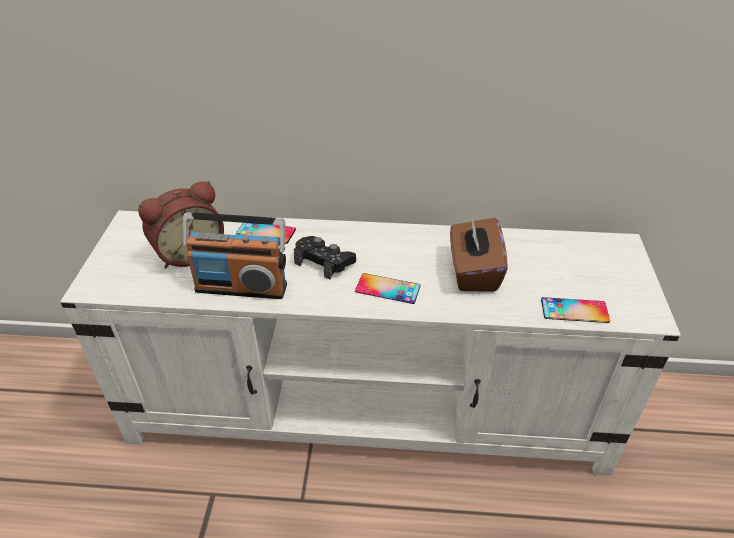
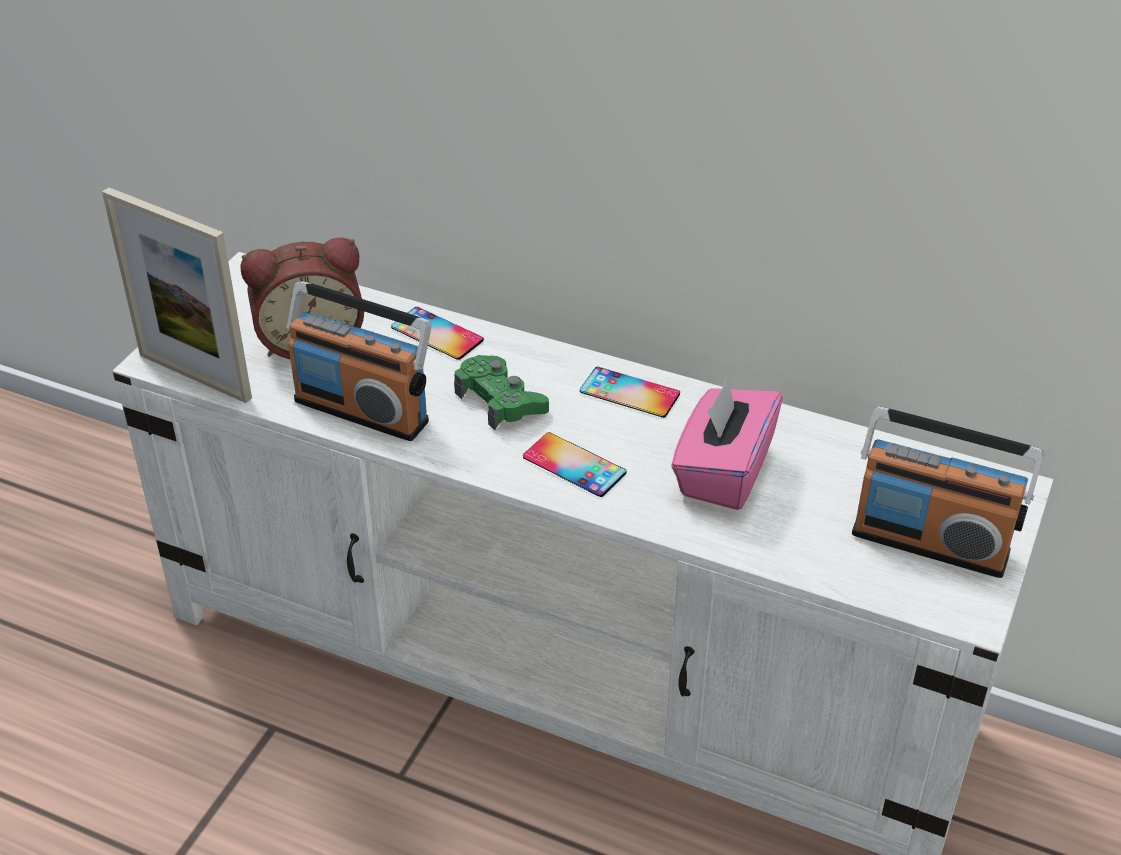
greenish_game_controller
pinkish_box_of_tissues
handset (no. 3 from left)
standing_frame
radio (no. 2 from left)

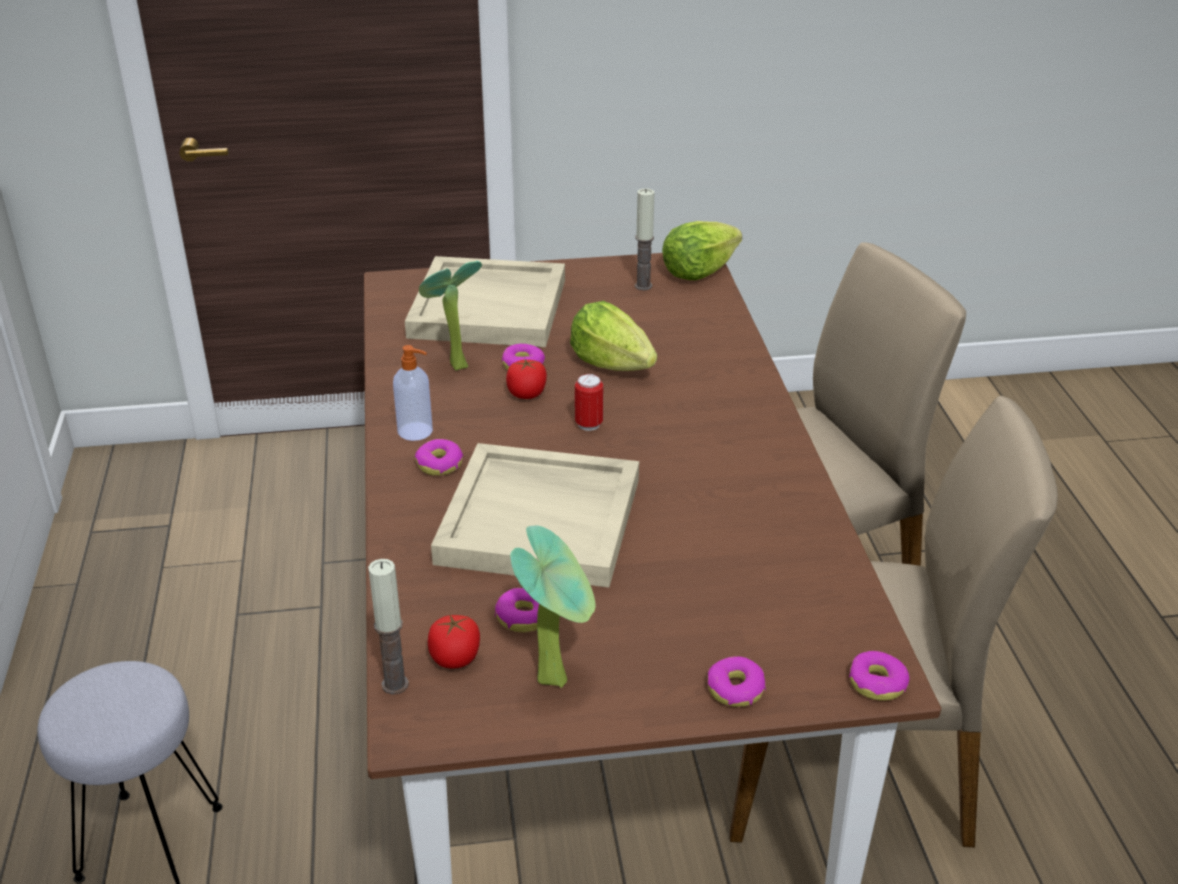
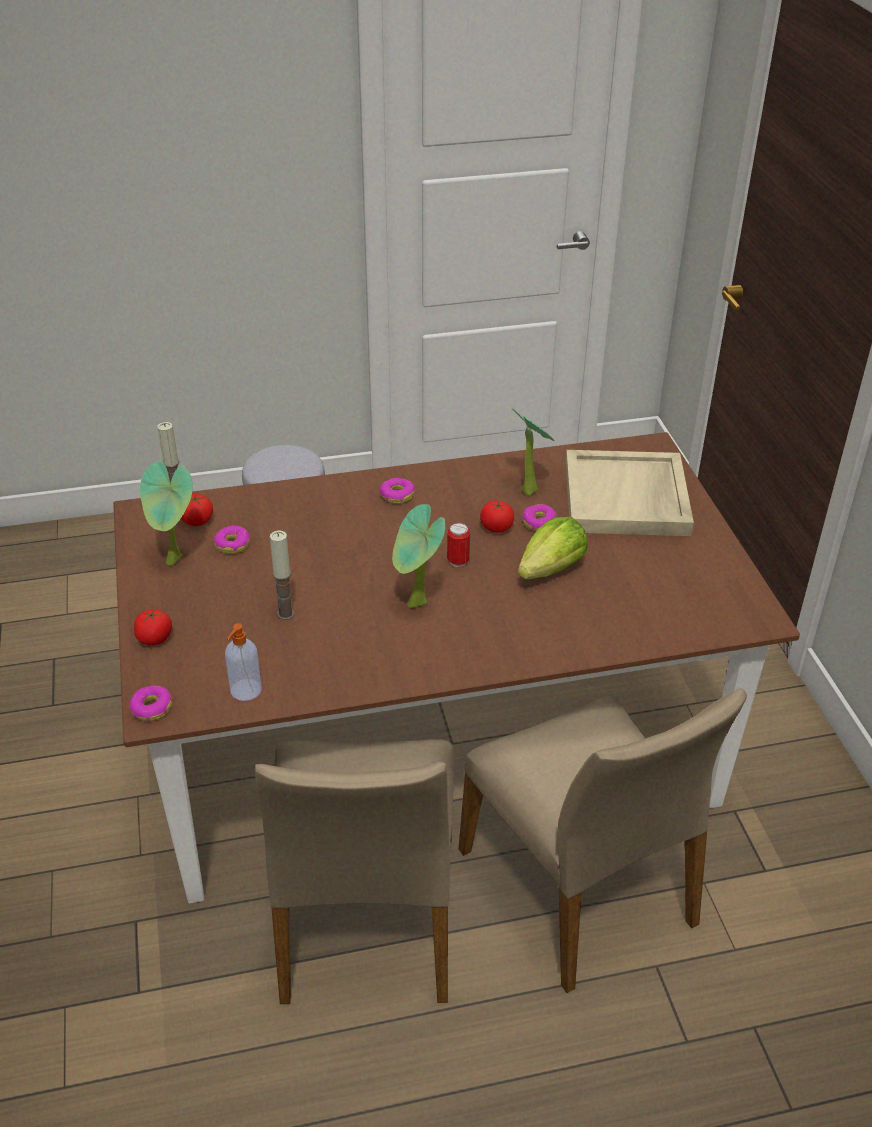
liquid_soap_bottle
beige-coloured_carrying_tray (no. 2 from left in the first image)
wax_candle (no. 2 from left)
lettuce_head (no. 2 from left in the first image)
whole_tomato (no. 1 from left)
houseplant (no. 2 from left)

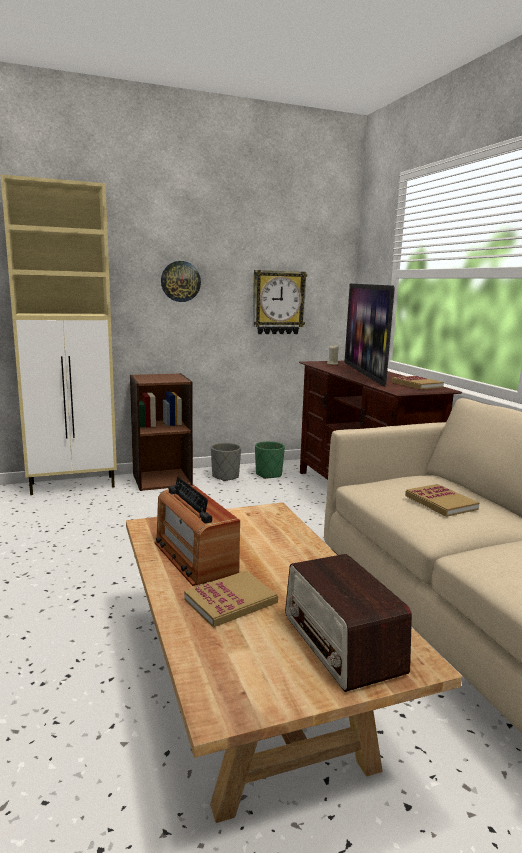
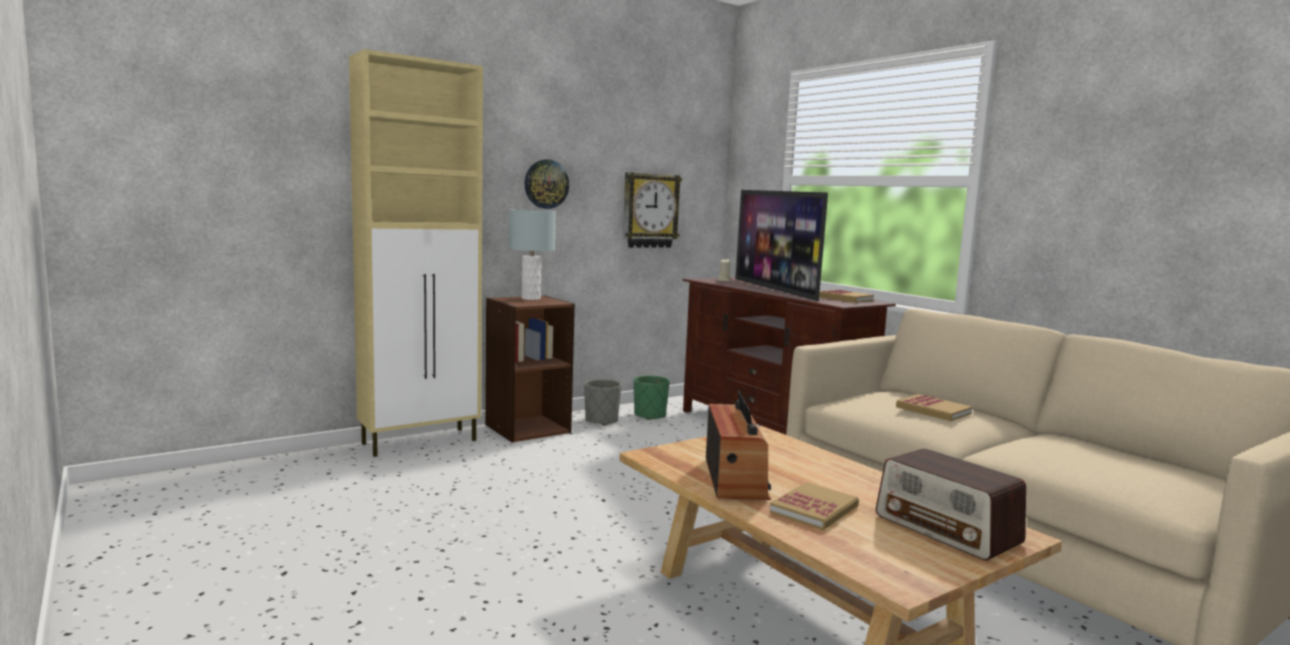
radio (no. 1 from left)
grey_table_lamp

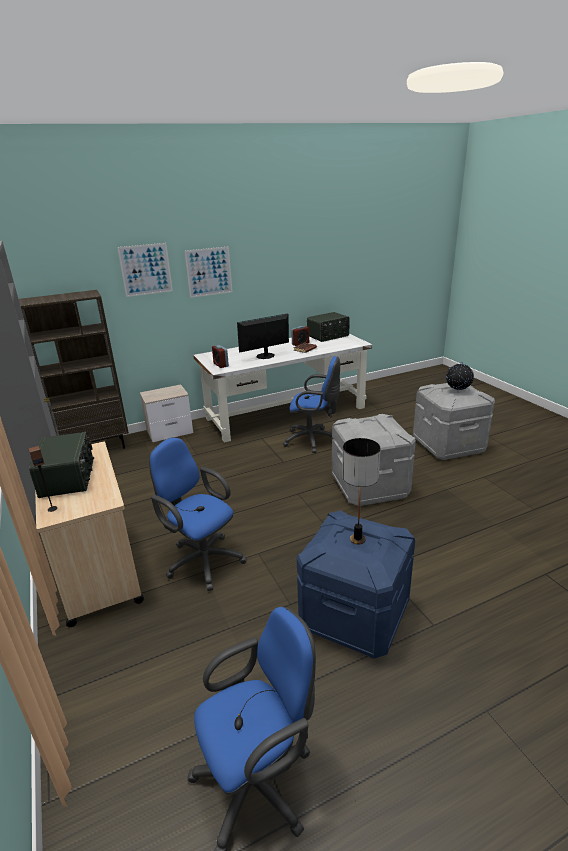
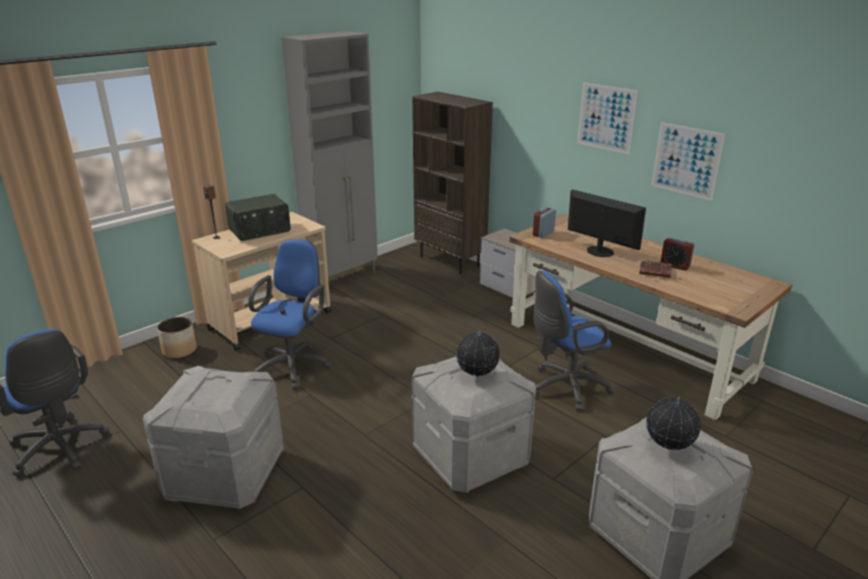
picture (no. 2 from left)
brown-coloured_desk
blue_desk_chair (no. 3 from left)
grey_storage_bin (no. 1 from left)
radio (no. 2 from left in the first image)
table_lamp
planter
globe (no. 1 from left)

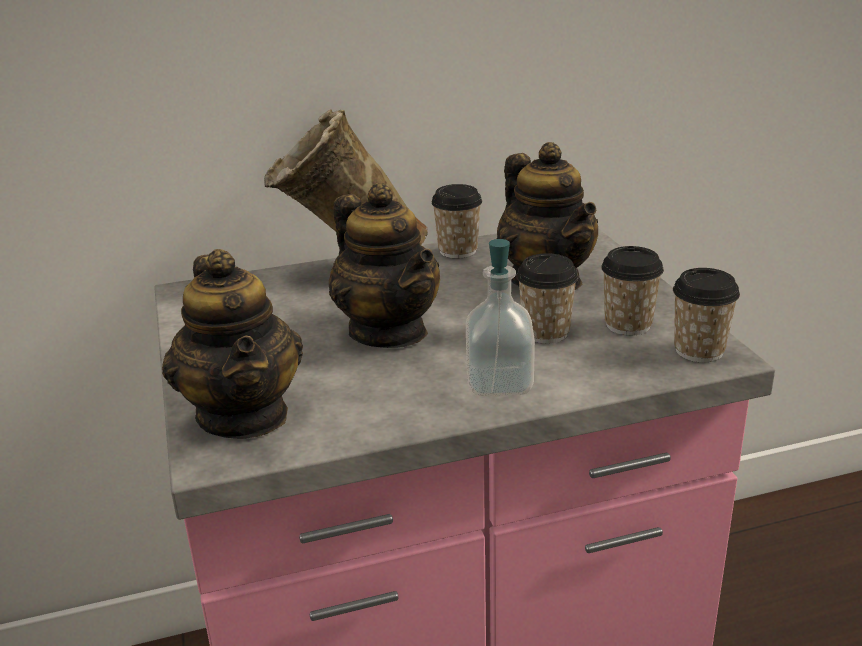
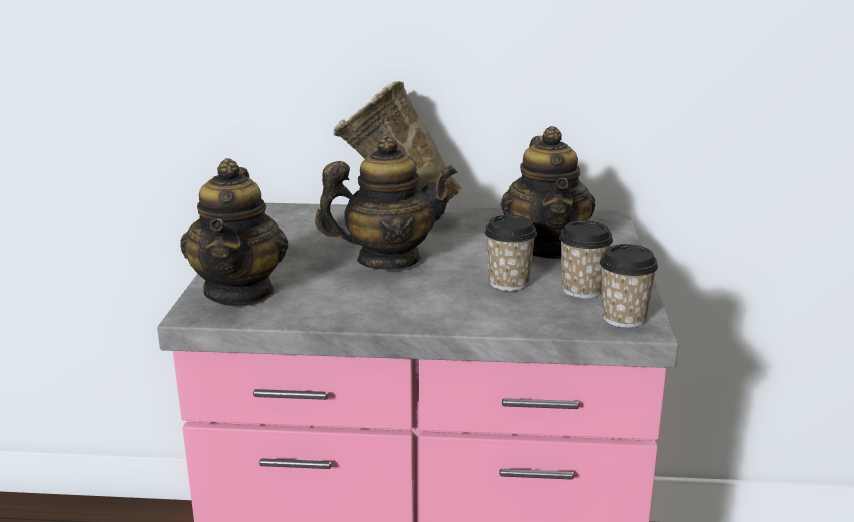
pot_for_tea (no. 2 from left)
drinking_cup (no. 1 from left in the first image)
liquid_soap_bottle

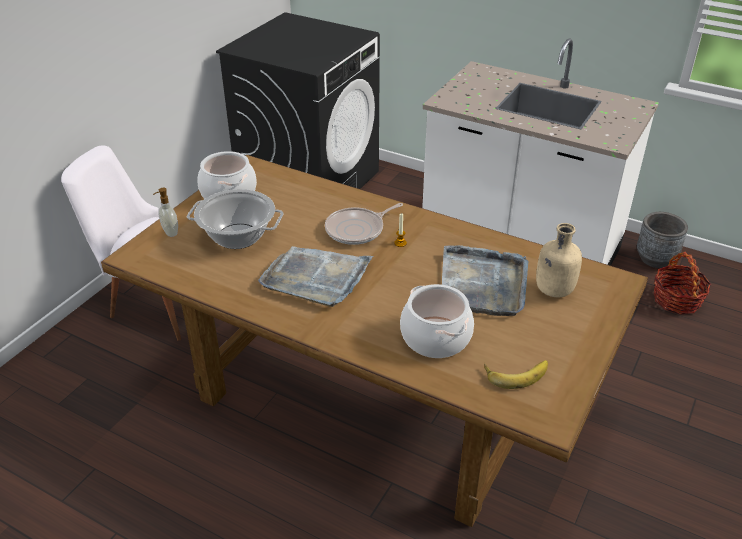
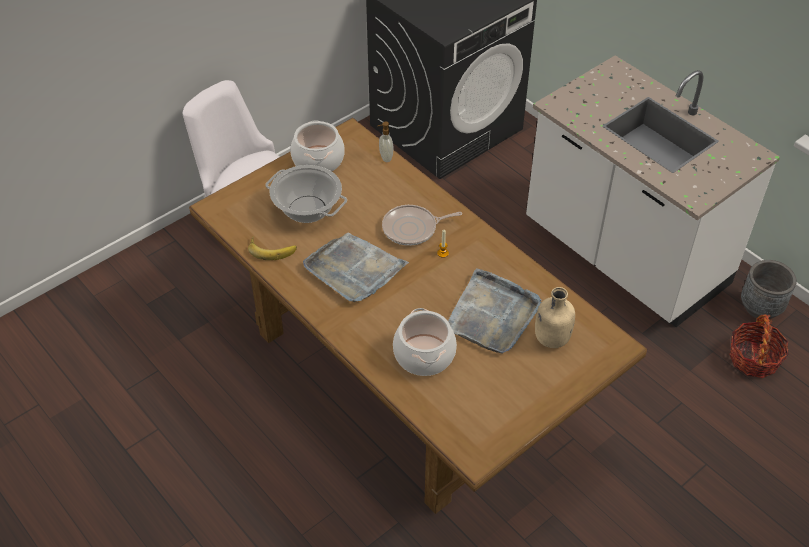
liquid_soap_bottle
banana

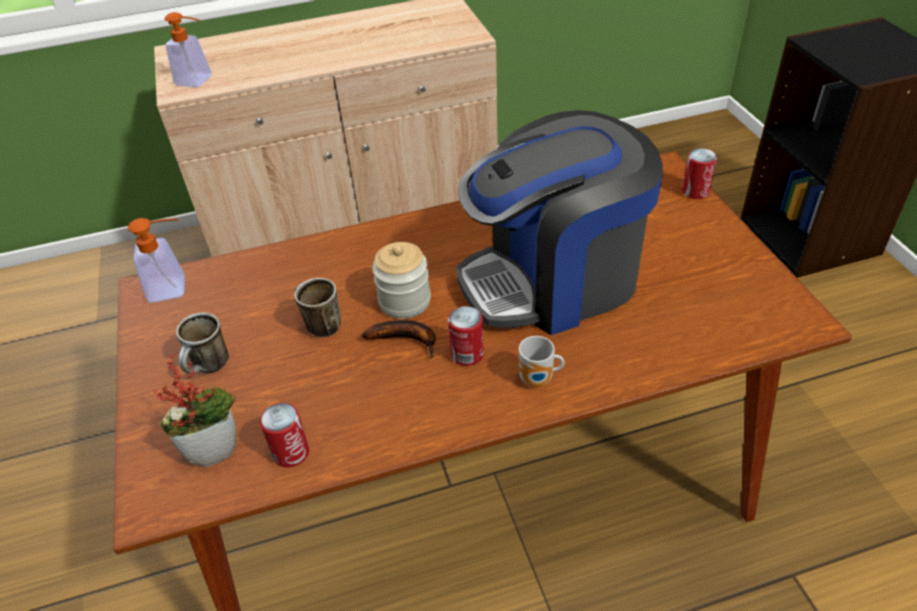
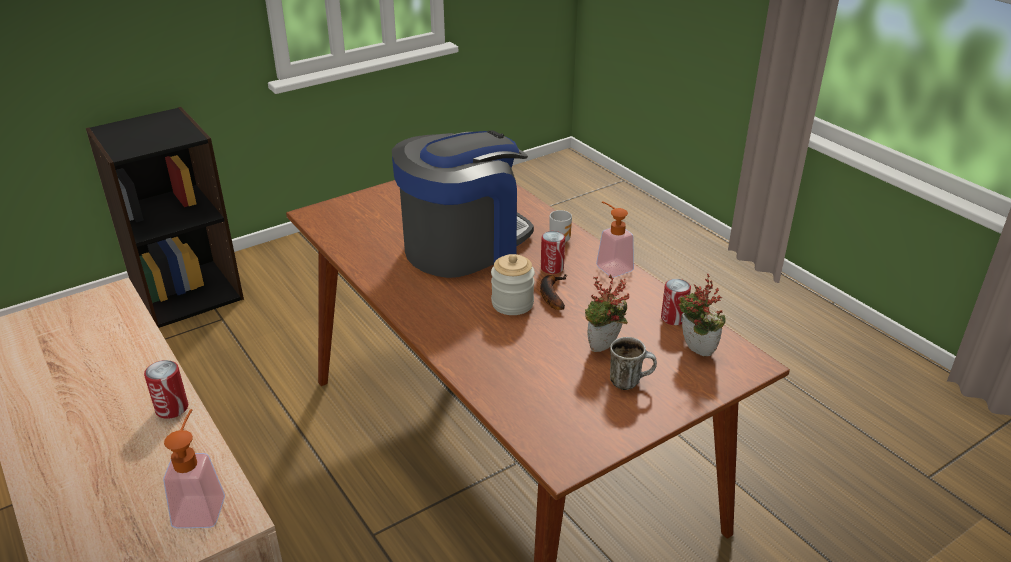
liquid_soap_bottle (no. 2 from left)
coffee_mug (no. 2 from left in the first image)
coffee_machine
sealed_can (no. 1 from left)
houseplant (no. 1 from left)

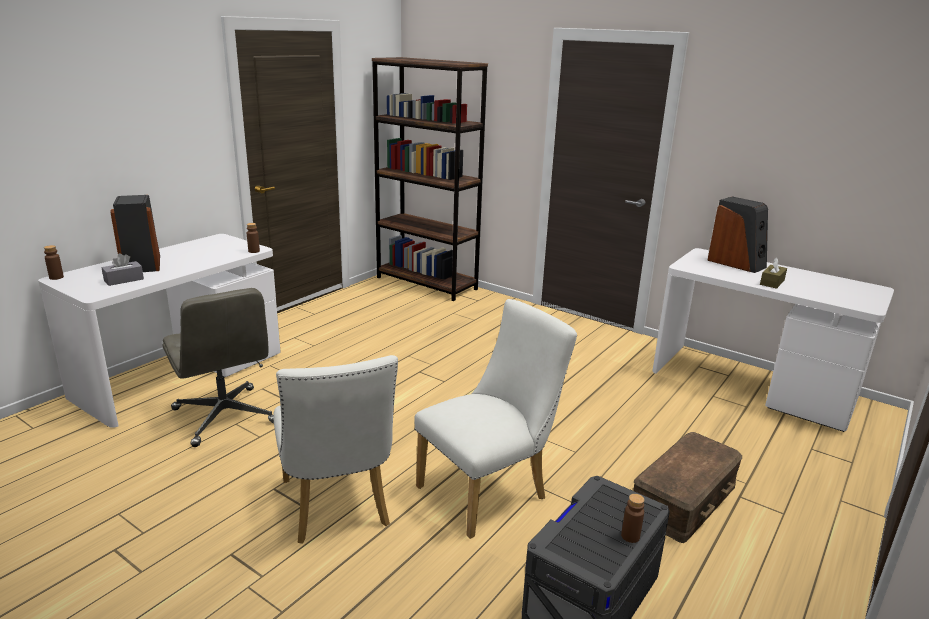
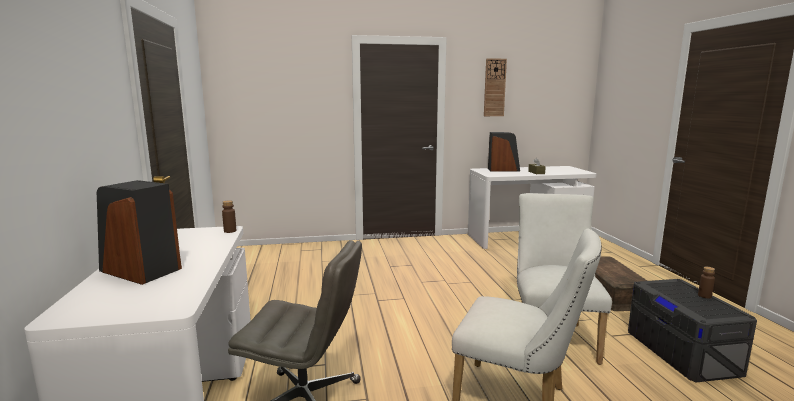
brown-coloured_bottle (no. 1 from left in the first image)
grey_box_of_tissues
brown-coloured_bookcase
hanging_clock

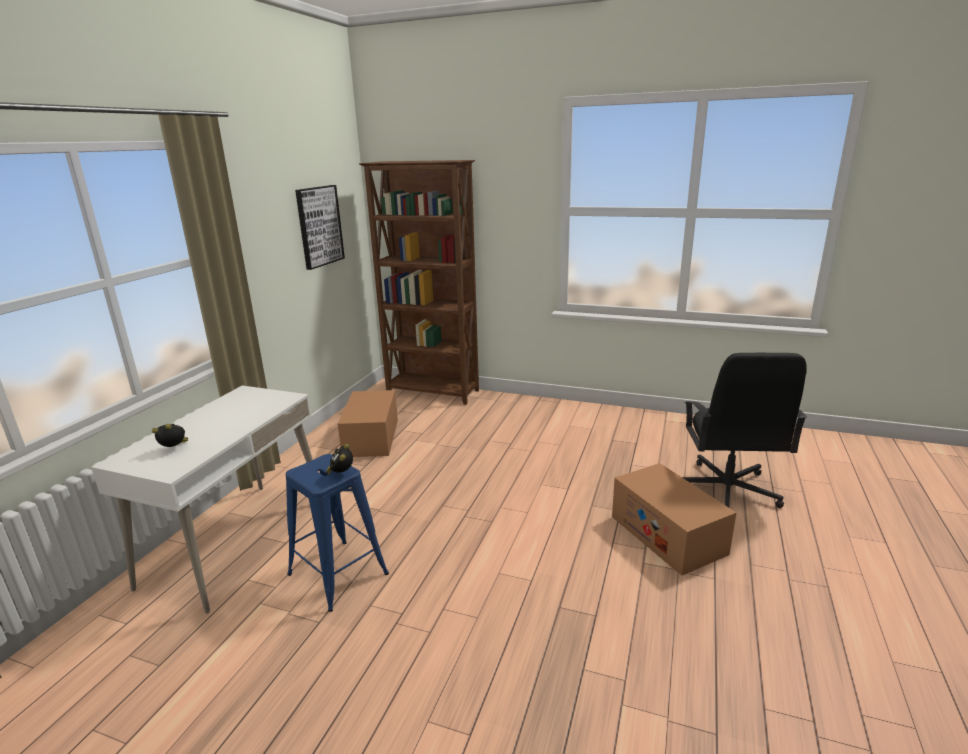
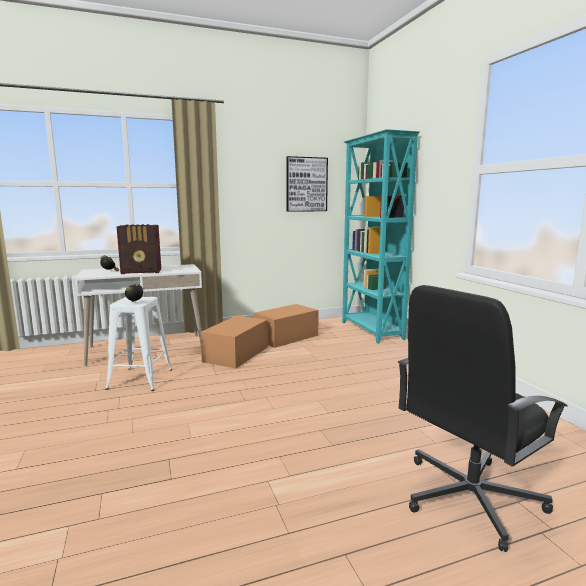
white-coloured_stool_seat
turquoise-coloured_bookcase
cardboard_box (no. 1 from left)
radio

